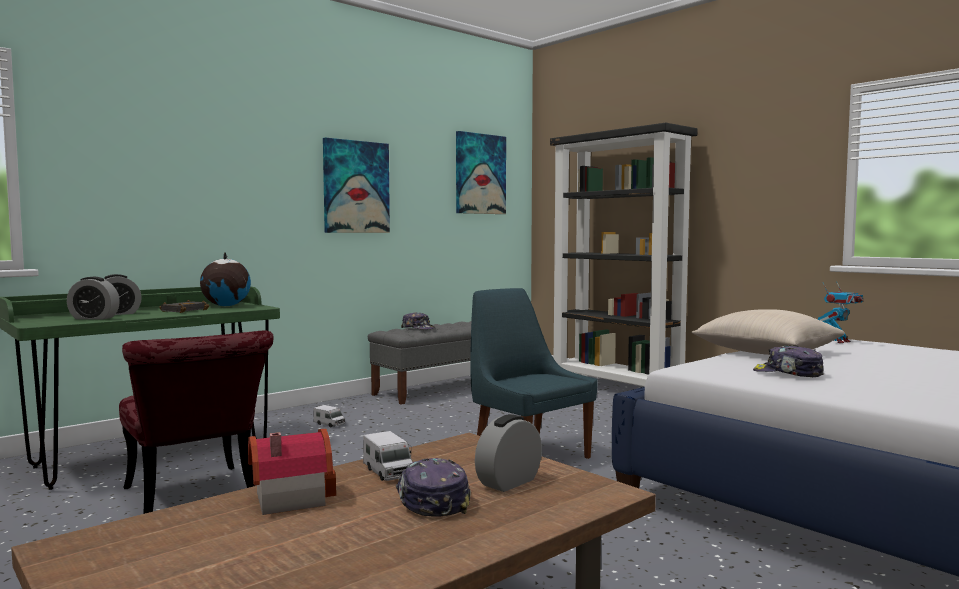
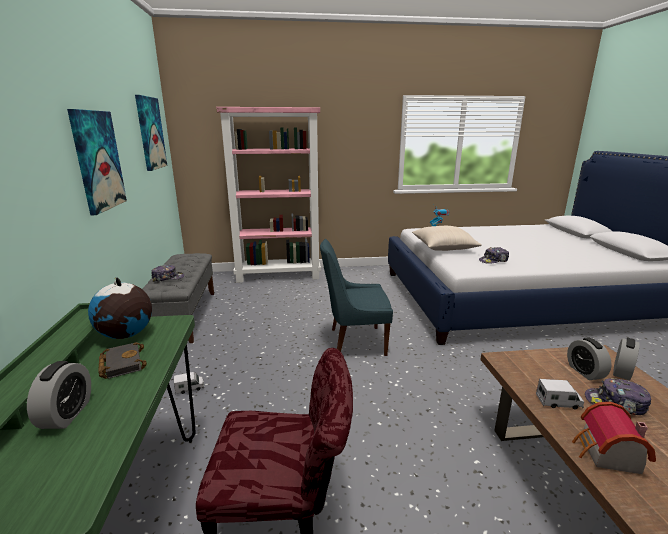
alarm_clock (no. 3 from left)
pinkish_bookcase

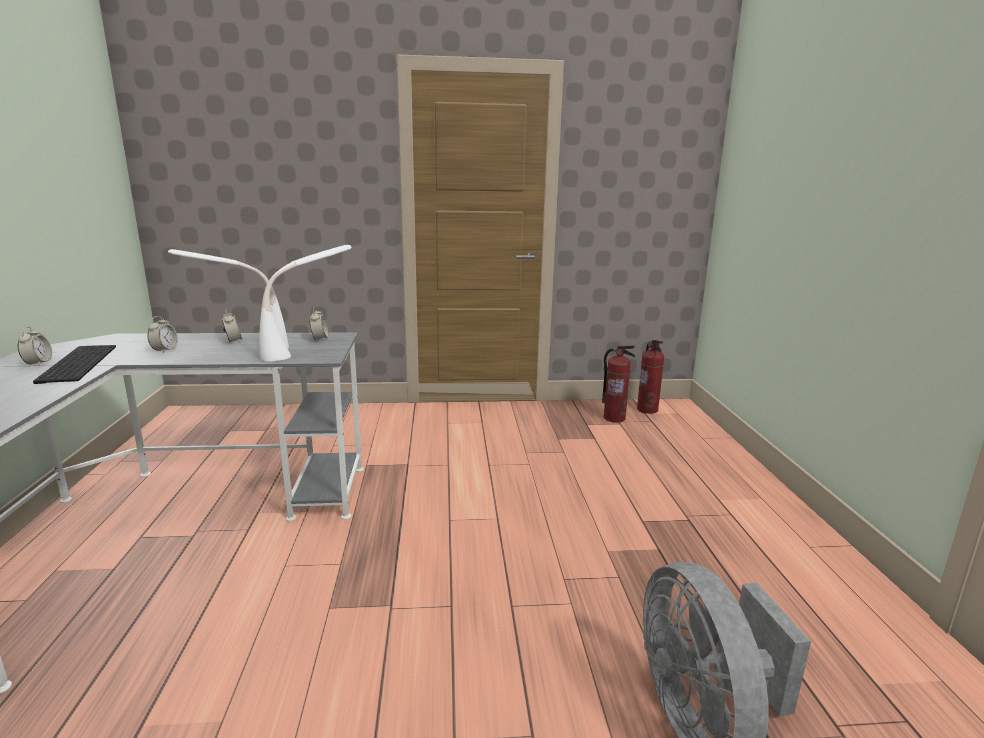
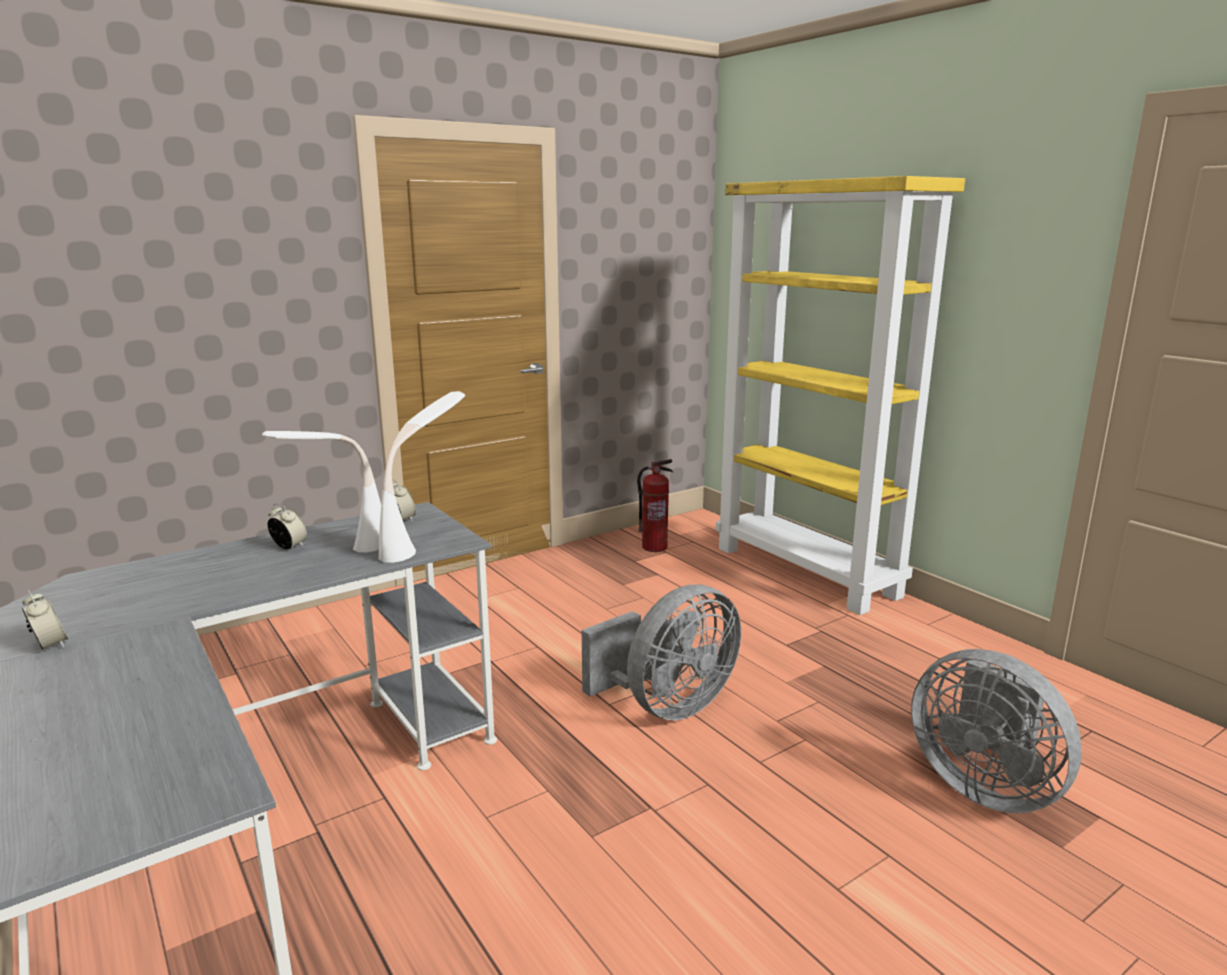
PC_keyboard
alarm_clock (no. 2 from left in the first image)
fire_extinguisher (no. 2 from left in the first image)
grey_cooling_fan (no. 1 from left)
yellow_bookcase

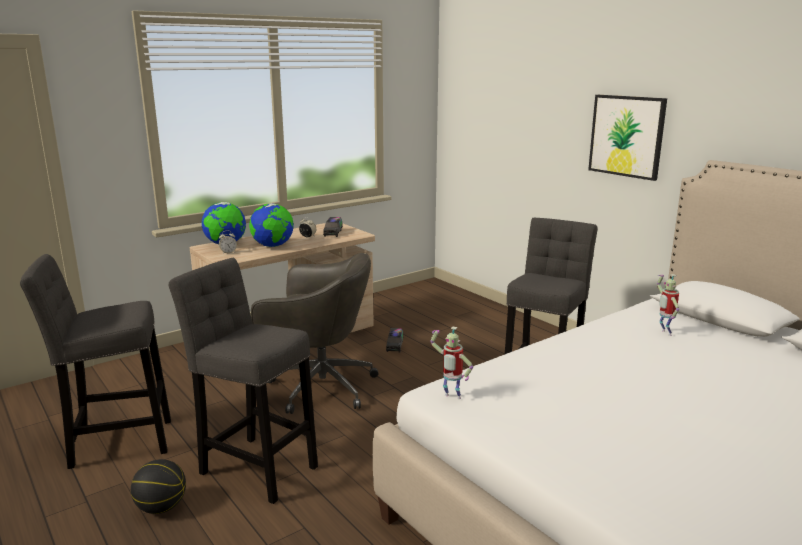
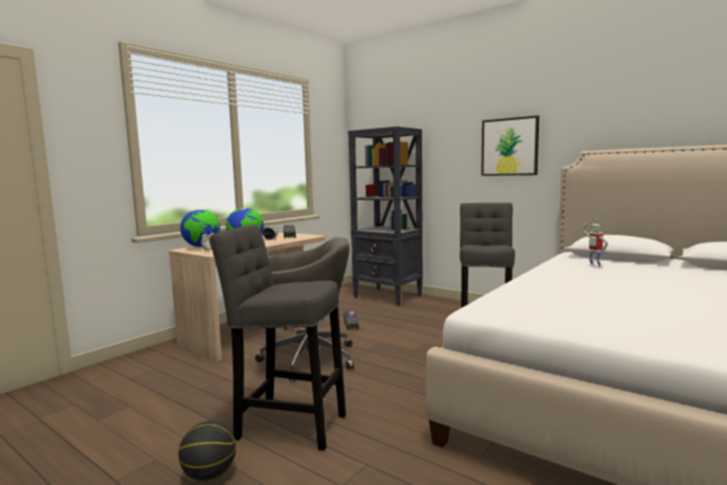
grey_stool_seat (no. 1 from left in the first image)
robot_figure (no. 1 from left in the first image)
black-coloured_bookcase

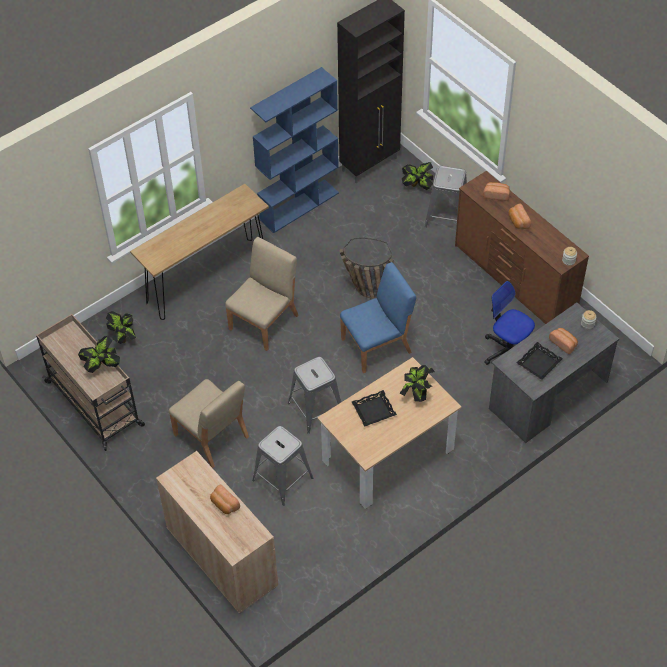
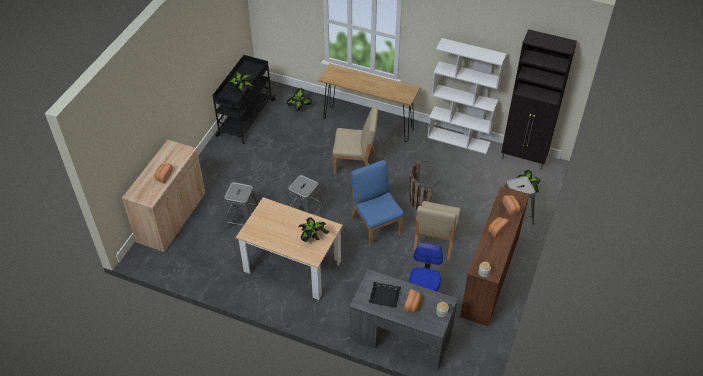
black-coloured_cart
beige-coloured_chair (no. 2 from left)
white-coloured_bookcase
blue_chair
black-coloured_carrying_tray (no. 1 from left in the first image)

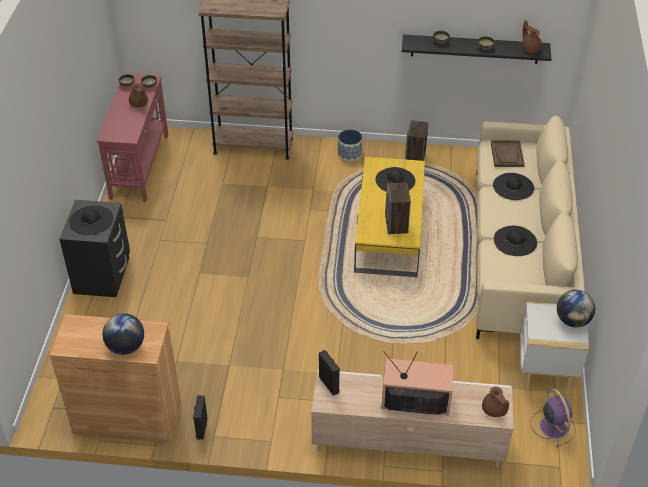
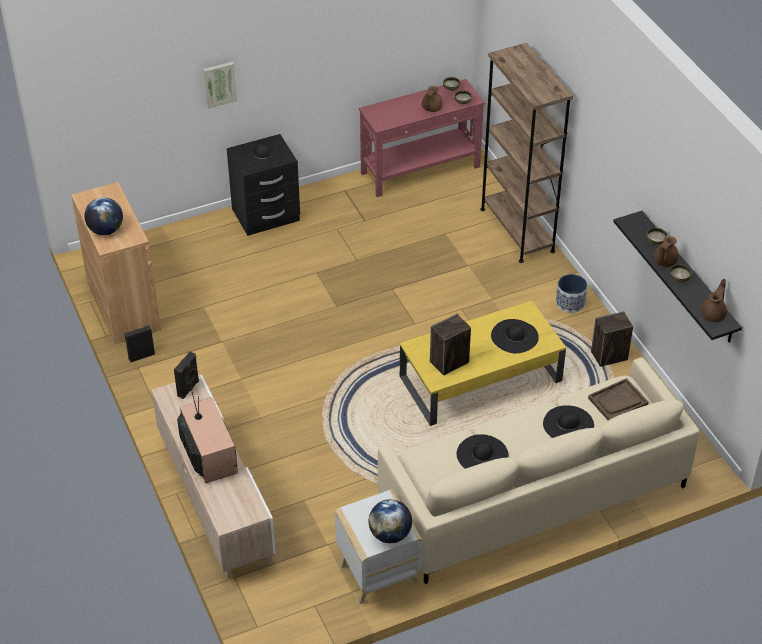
brown-coloured_pot_for_tea (no. 2 from left)
purple_cooling_fan
picture

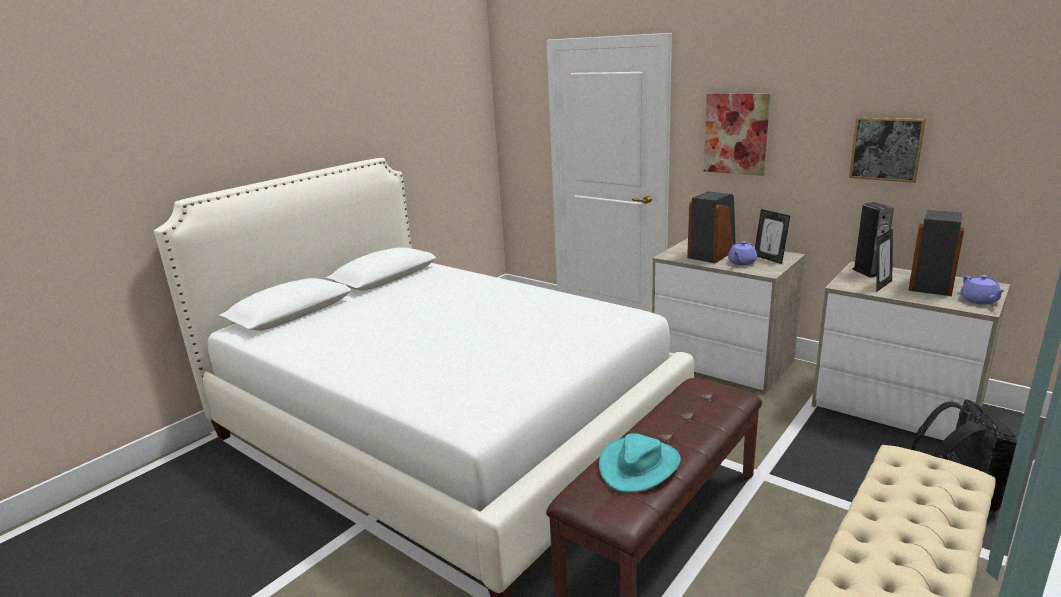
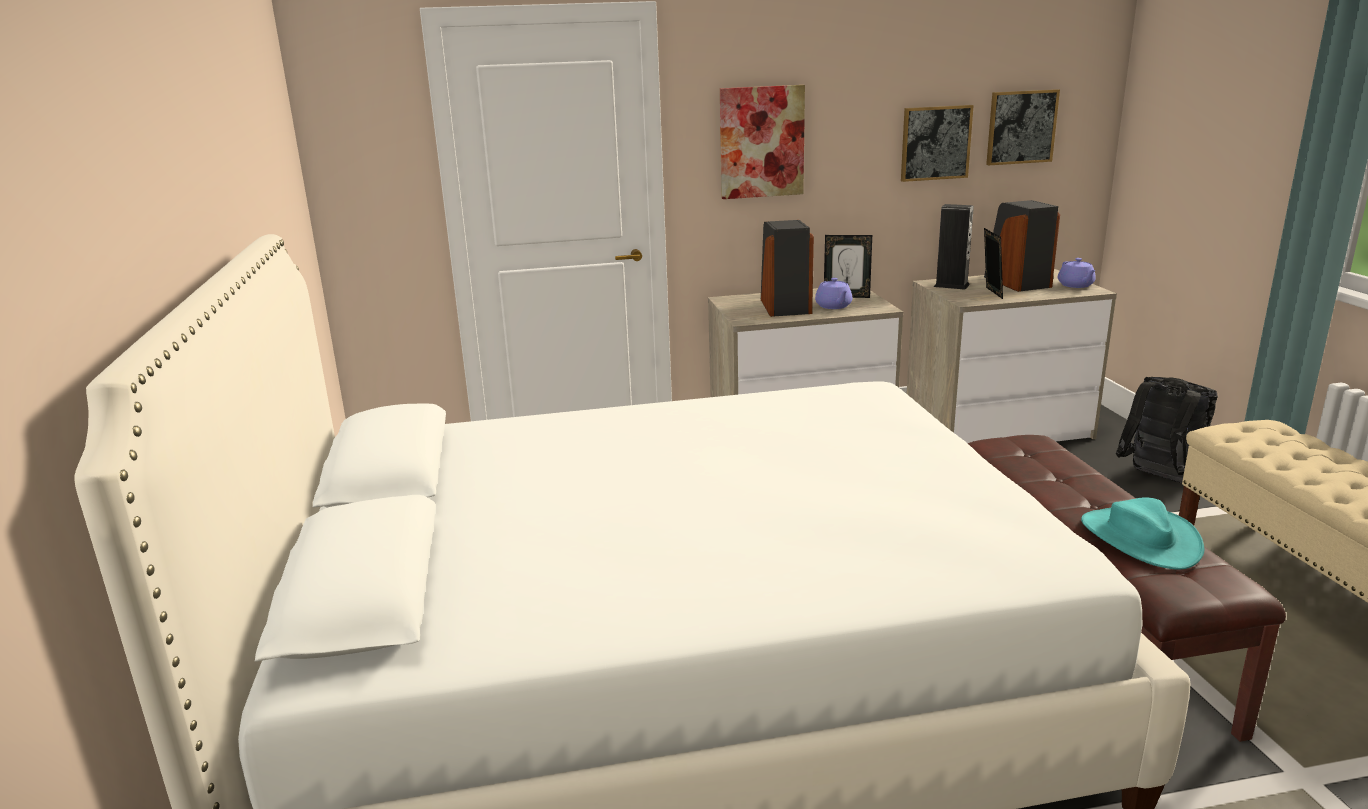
purple_pot_for_tea (no. 2 from left)
picture (no. 3 from left)

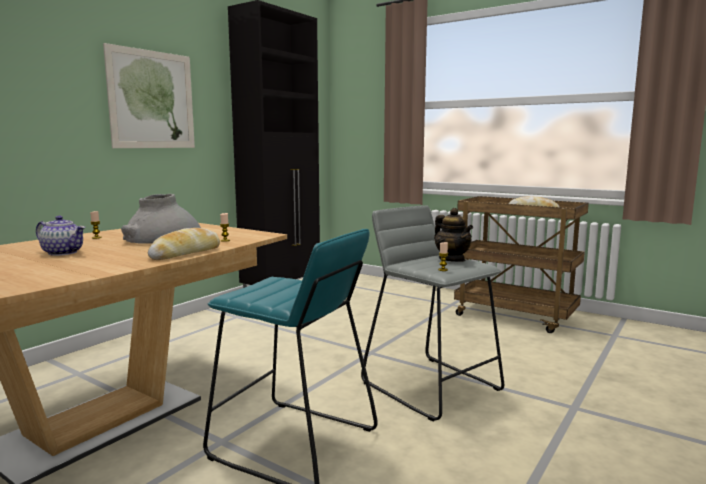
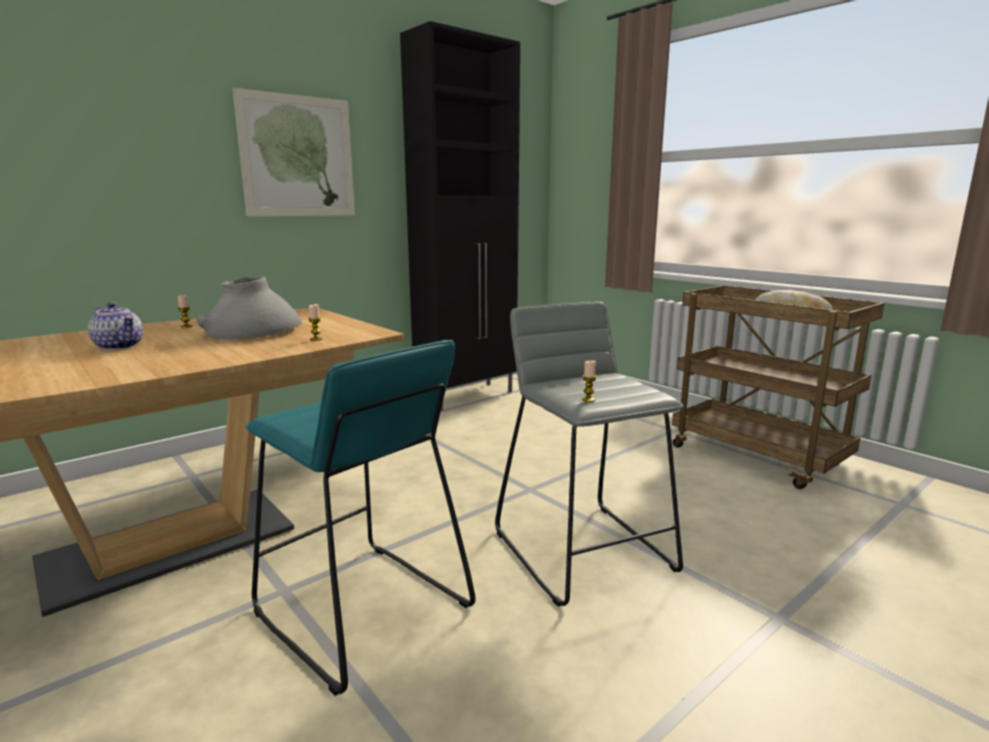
baked_bread (no. 1 from left in the first image)
pot_for_tea (no. 2 from left in the first image)

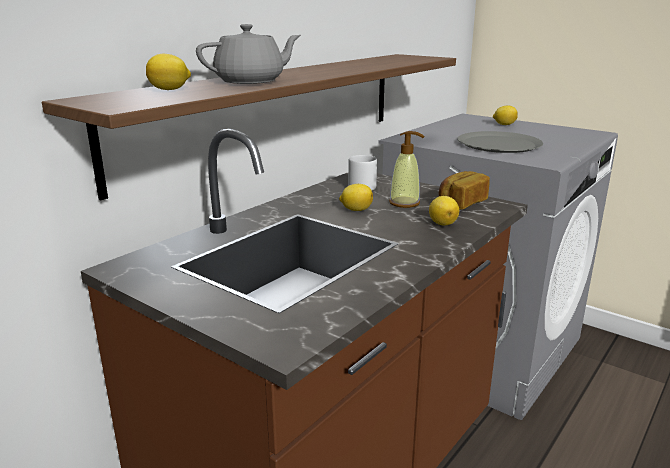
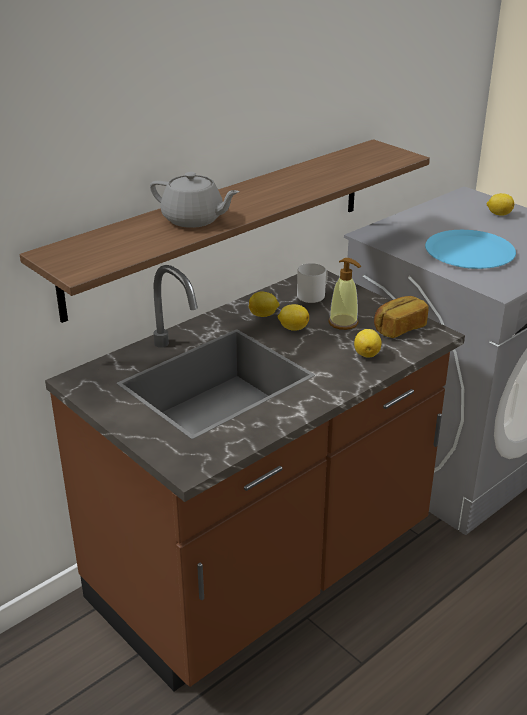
citrus_fruit (no. 1 from left)
grey_pot_for_tea
blue_flat_dish

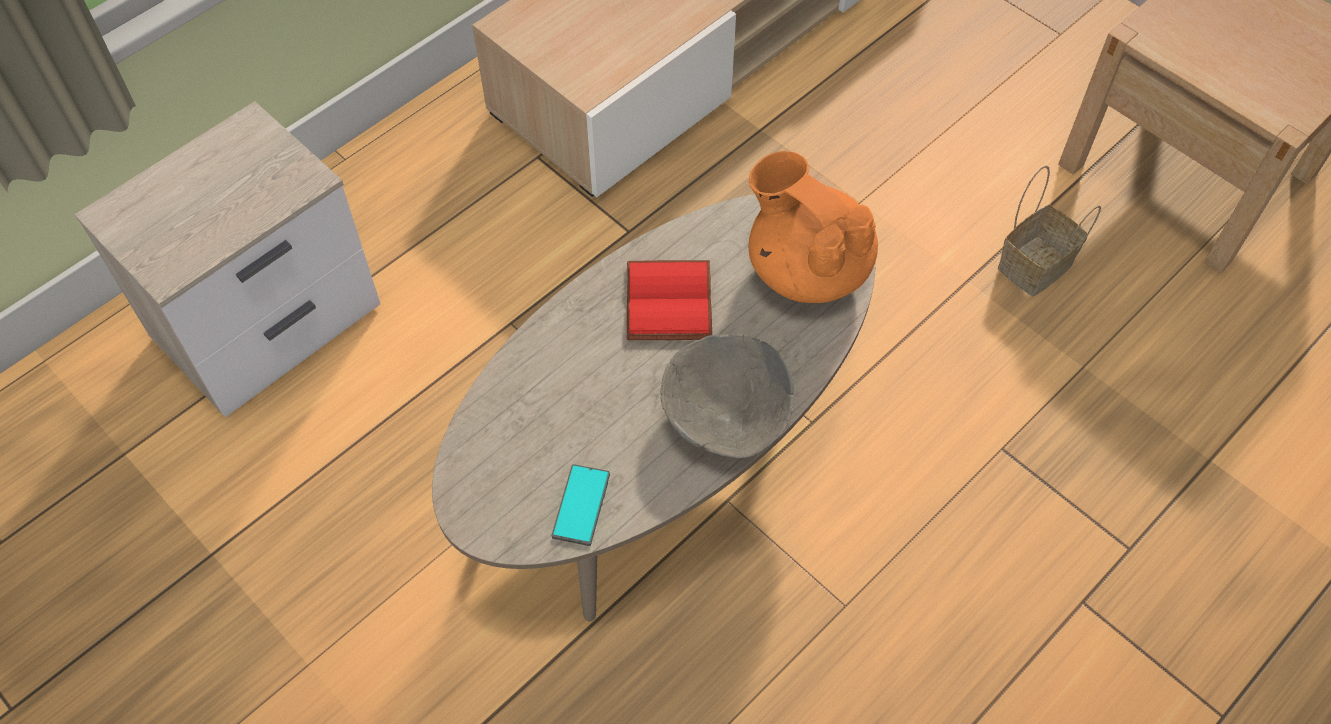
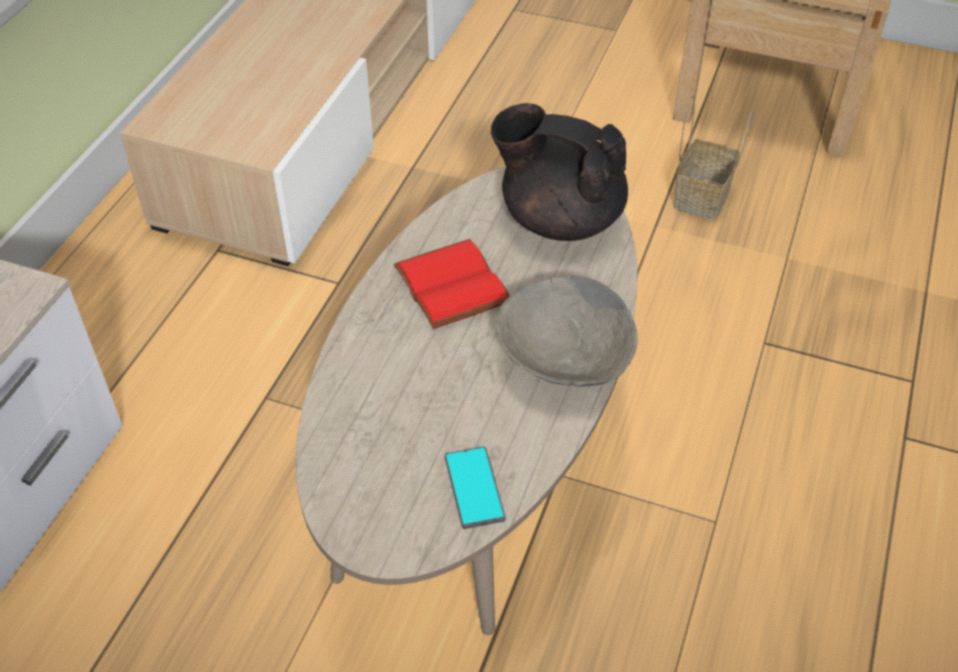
black-coloured_pot_for_tea

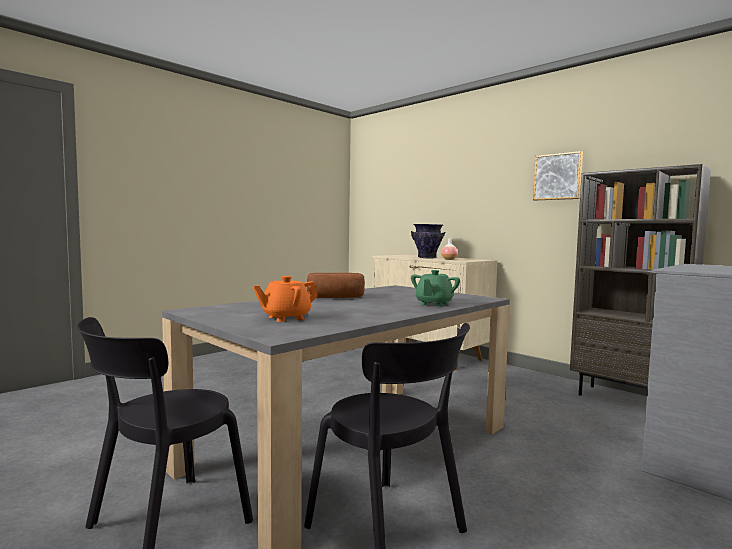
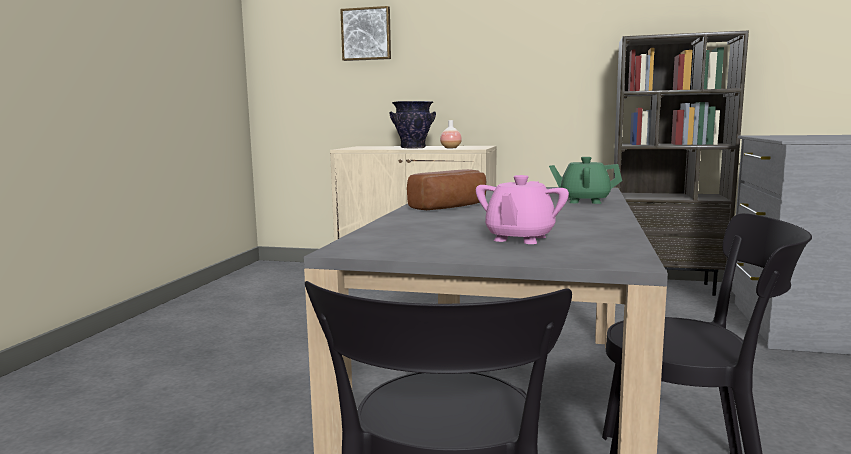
pinkish_pot_for_tea
greenish_pot_for_tea
picture

